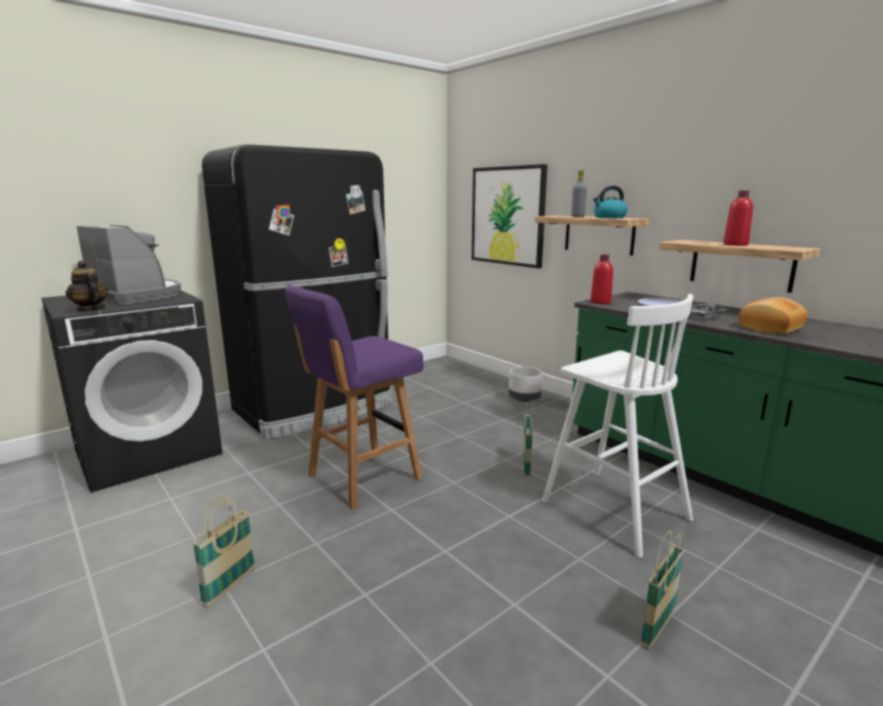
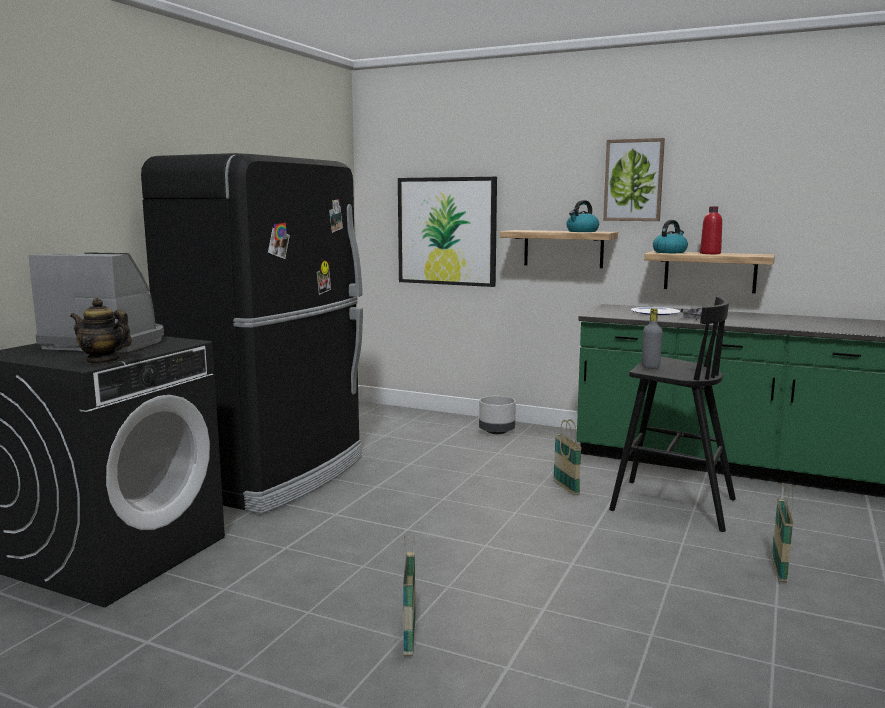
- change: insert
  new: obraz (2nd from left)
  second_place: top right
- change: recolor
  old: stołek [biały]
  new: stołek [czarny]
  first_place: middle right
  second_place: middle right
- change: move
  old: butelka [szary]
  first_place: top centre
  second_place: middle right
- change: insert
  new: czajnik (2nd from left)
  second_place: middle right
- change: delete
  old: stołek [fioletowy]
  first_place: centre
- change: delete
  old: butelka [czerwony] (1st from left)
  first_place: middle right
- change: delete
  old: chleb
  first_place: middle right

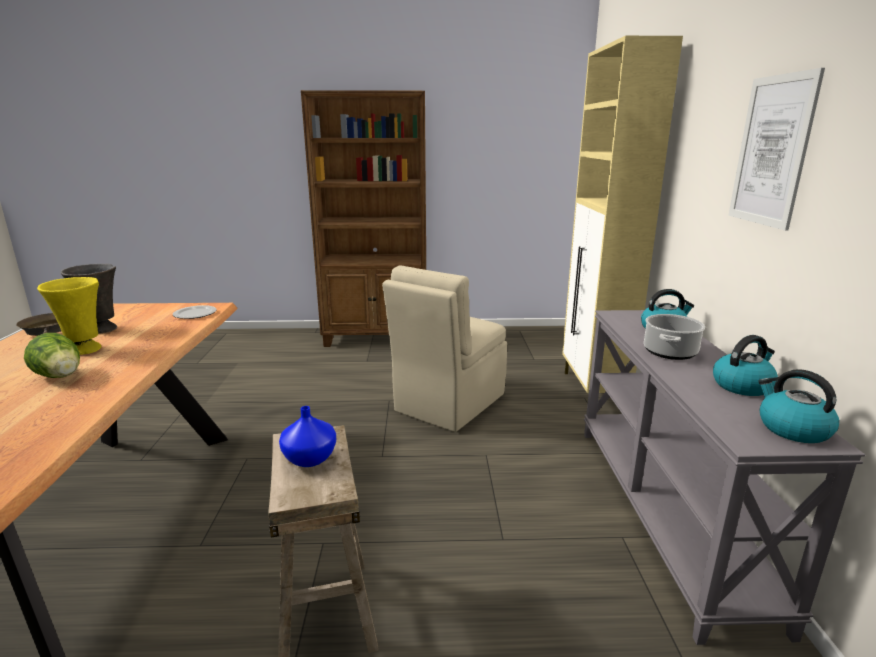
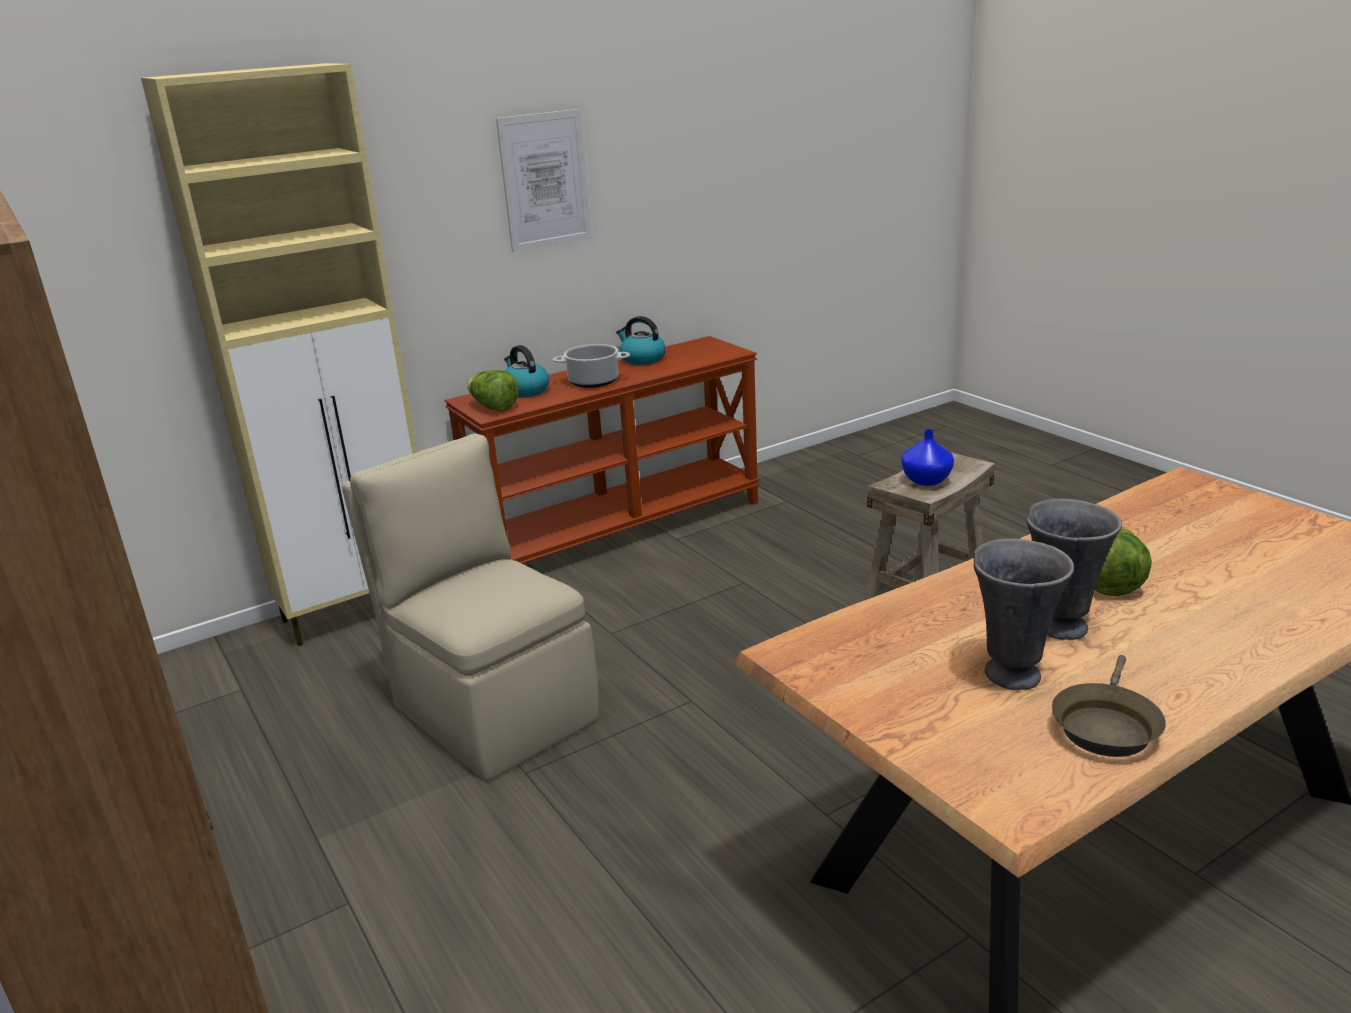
- change: rotate
  old: krzesło [beżowy]
  first_place: centre
  second_place: centre
  degrees: -135
- change: recolor
  old: stolik konsolowy [szary]
  new: stolik konsolowy [brązowy]
  first_place: bottom right
  second_place: centre
- change: insert
  new: sałata (1st from left)
  second_place: centre
- change: recolor
  old: wazon [żółty]
  new: wazon [szary] (2nd from left)
  first_place: middle left
  second_place: middle right
- change: delete
  old: talerz
  first_place: middle left
- change: delete
  old: czajnik (3rd from left)
  first_place: middle right

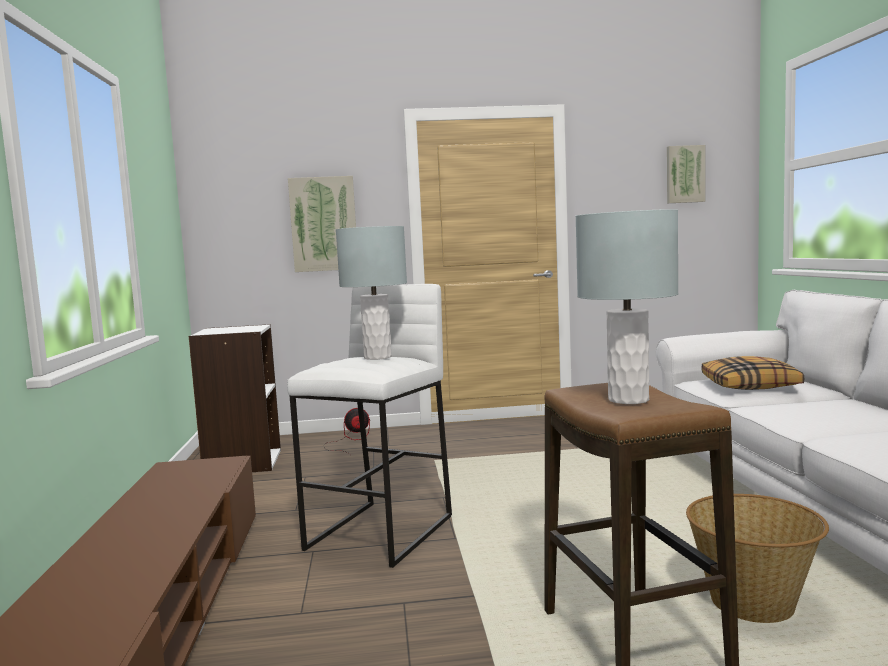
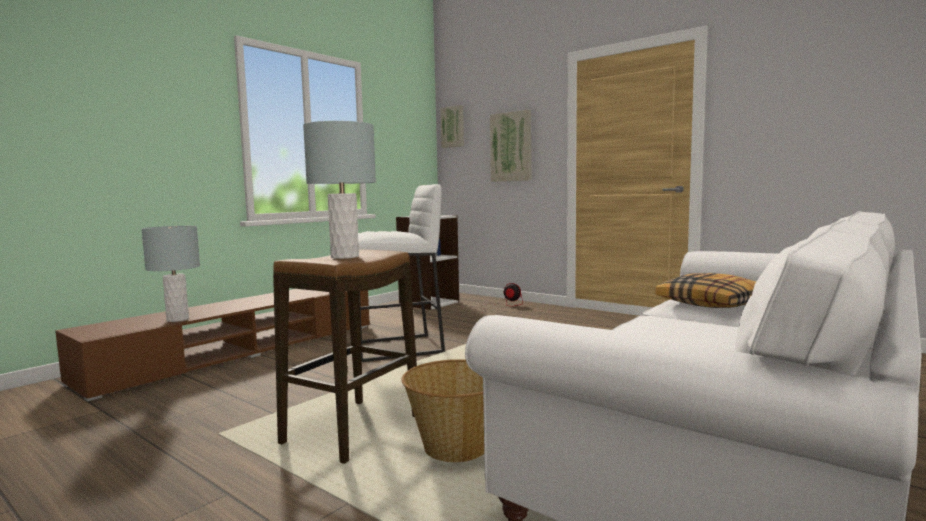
- change: move
  old: lampa stołowa [szary] (1st from left)
  first_place: centre
  second_place: middle left
- change: move
  old: obraz (2nd from left in the first image)
  new: obraz (1st from left)
  first_place: top right
  second_place: top centre

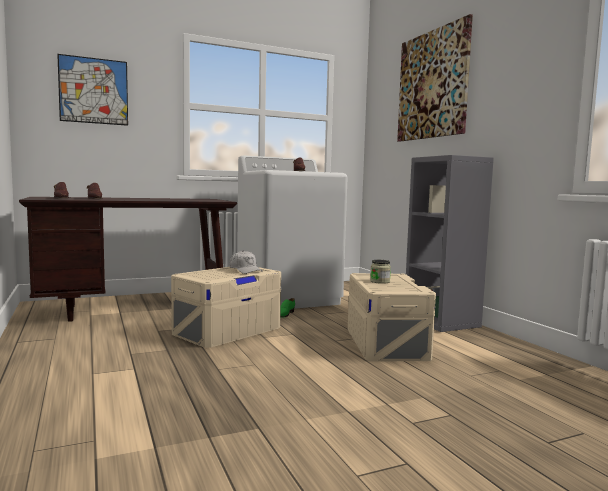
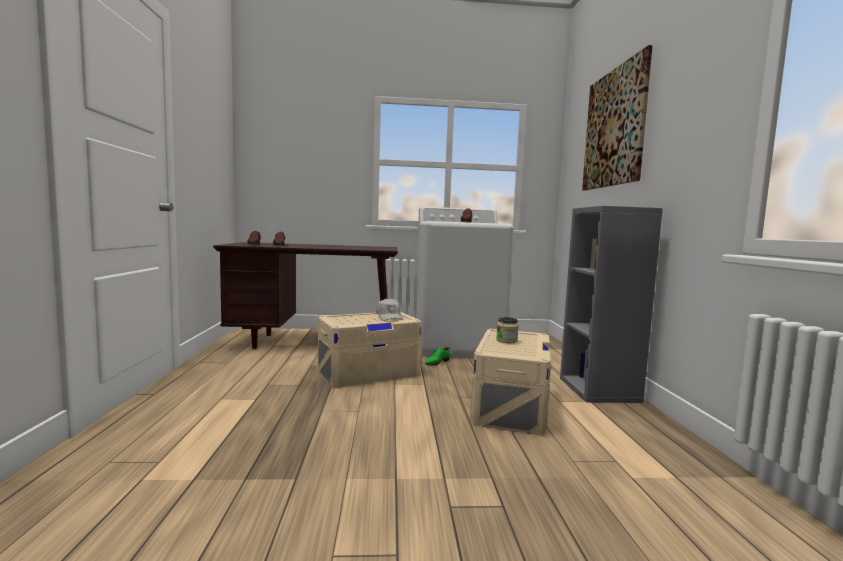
- change: delete
  old: obraz (1st from left)
  first_place: top left

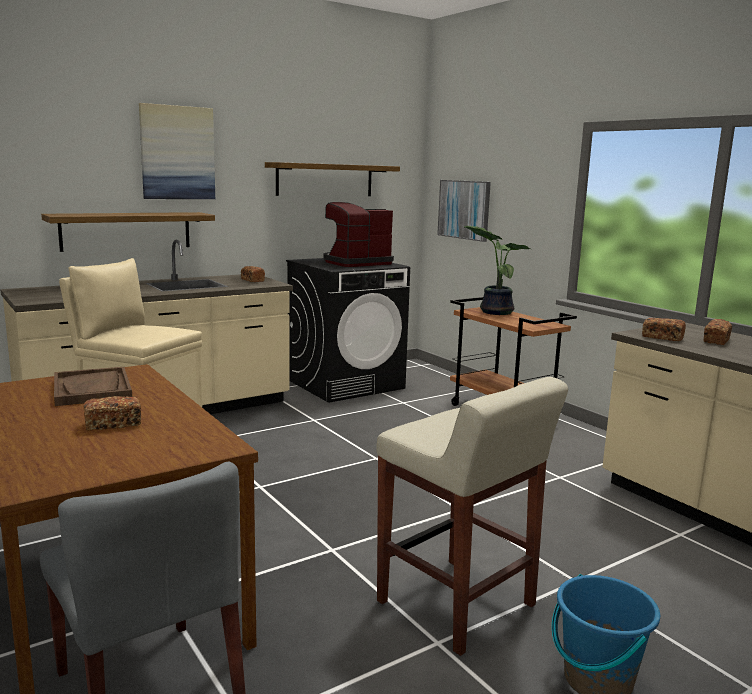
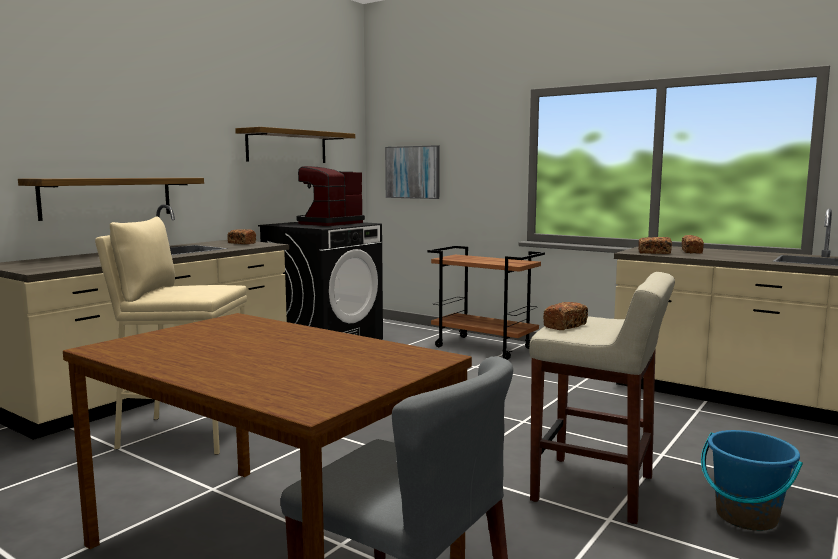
- change: move
  old: chleb (1st from left in the first image)
  new: chleb (2nd from left)
  first_place: middle left
  second_place: middle right
- change: delete
  old: taca [brązowy]
  first_place: middle left
- change: delete
  old: obraz (1st from left)
  first_place: top left
- change: delete
  old: roślina doniczkowa
  first_place: centre

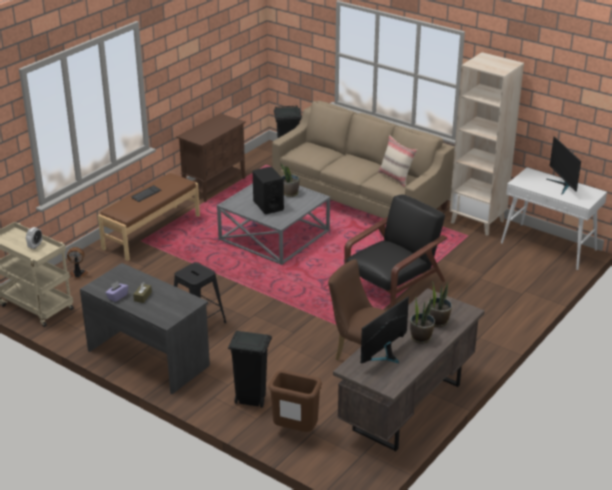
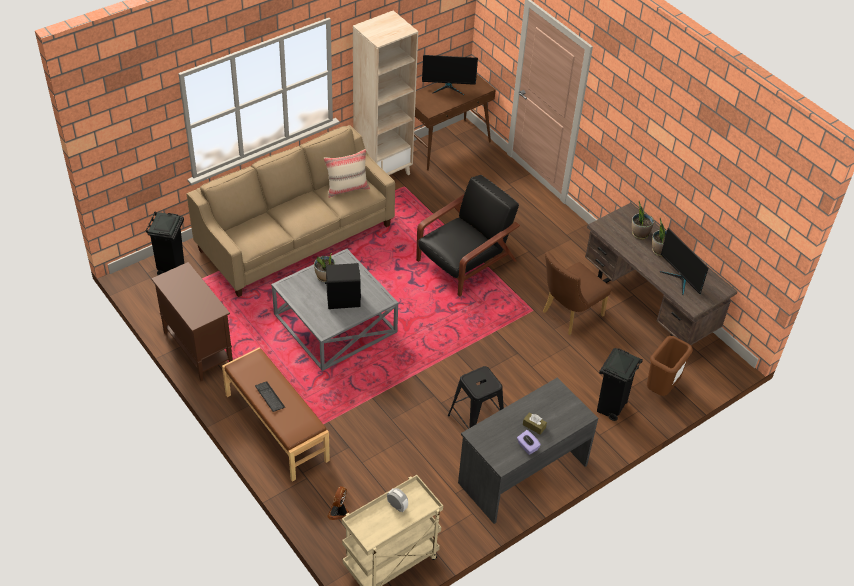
- change: recolor
  old: stolik konsolowy [biały]
  new: stolik konsolowy [brązowy]
  first_place: middle right
  second_place: top centre
- change: rotate
  old: fotel [czarny]
  first_place: centre
  second_place: centre
  degrees: 75

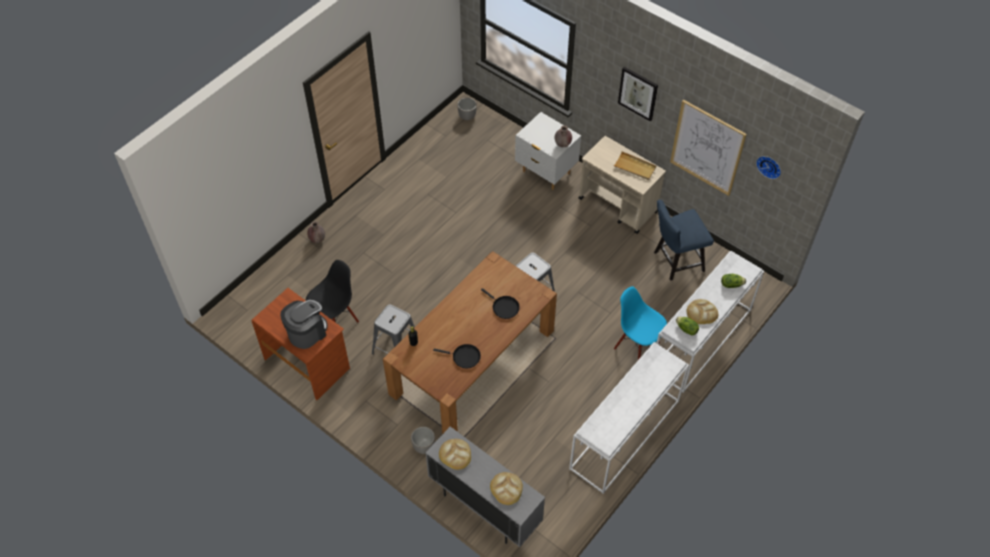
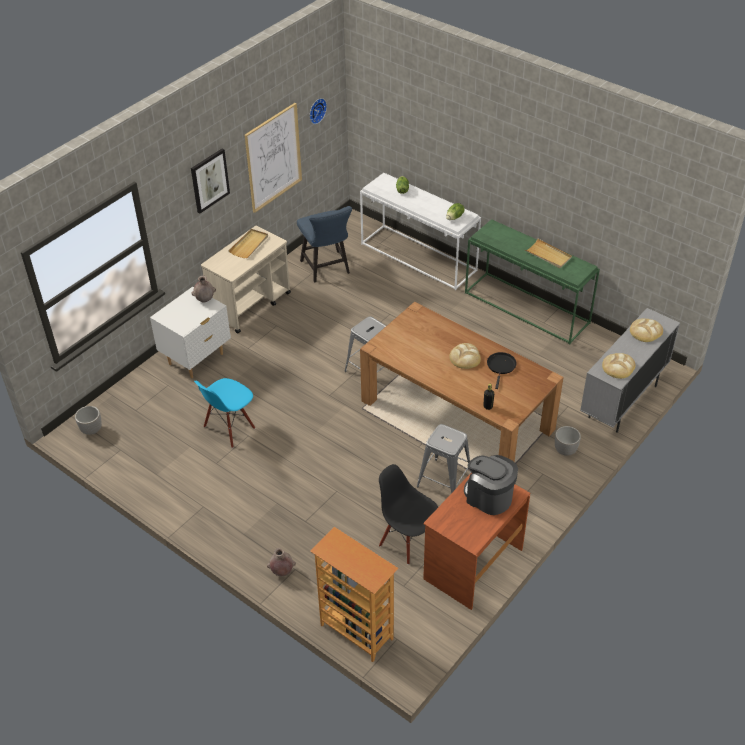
- change: move
  old: krzesło [niebieski] (1st from left)
  first_place: centre
  second_place: middle left
- change: insert
  new: regał
  second_place: bottom centre
- change: move
  old: chleb (3rd from left in the first image)
  new: chleb (1st from left)
  first_place: middle right
  second_place: centre
- change: recolor
  old: stolik konsolowy [biały] (1st from left)
  new: stolik konsolowy [zielony]
  first_place: bottom centre
  second_place: middle right
- change: insert
  new: taca [beżowy] (2nd from left)
  second_place: middle right
- change: delete
  old: patelnia [czarny] (2nd from left)
  first_place: centre

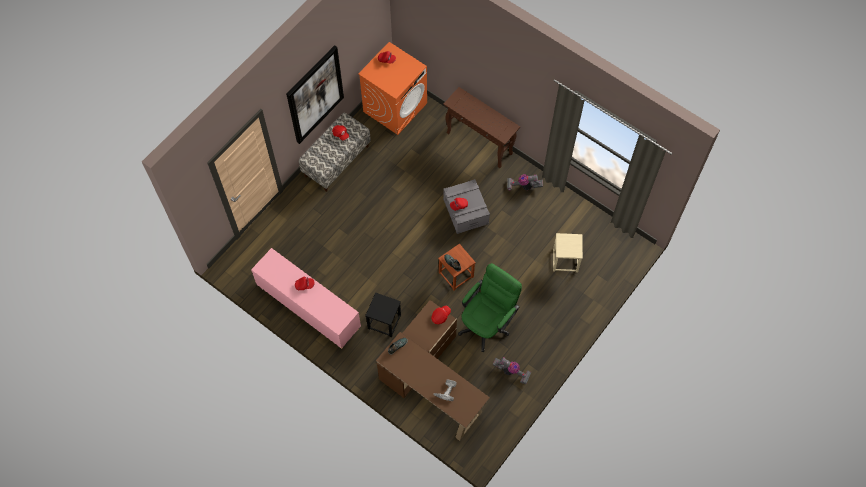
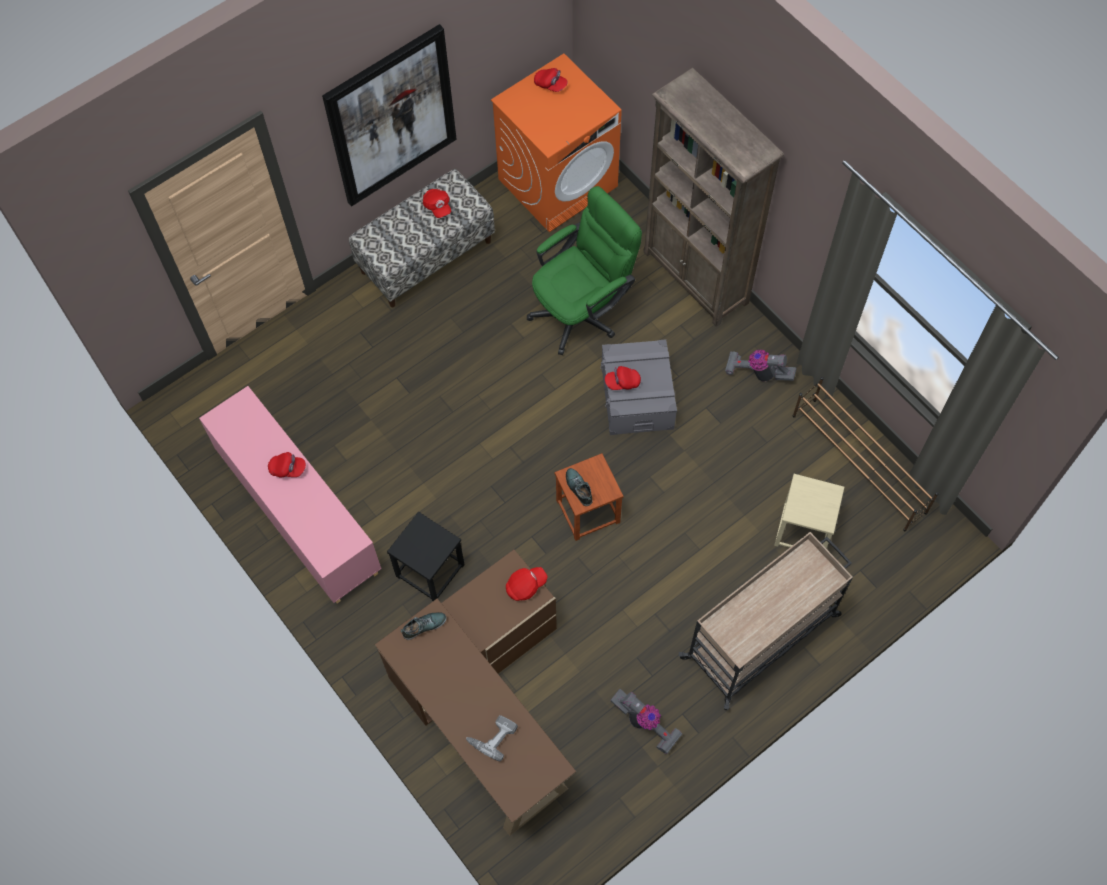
- change: move
  old: krzesło biurowe [zielony]
  first_place: centre
  second_place: top centre
- change: replace
  old: stolik konsolowy [brązowy]
  new: regał [brązowy]
  first_place: top centre
  second_place: top centre
- change: insert
  new: wózek [beżowy]
  second_place: bottom right
- change: insert
  new: regał na buty [brązowy]
  second_place: middle right

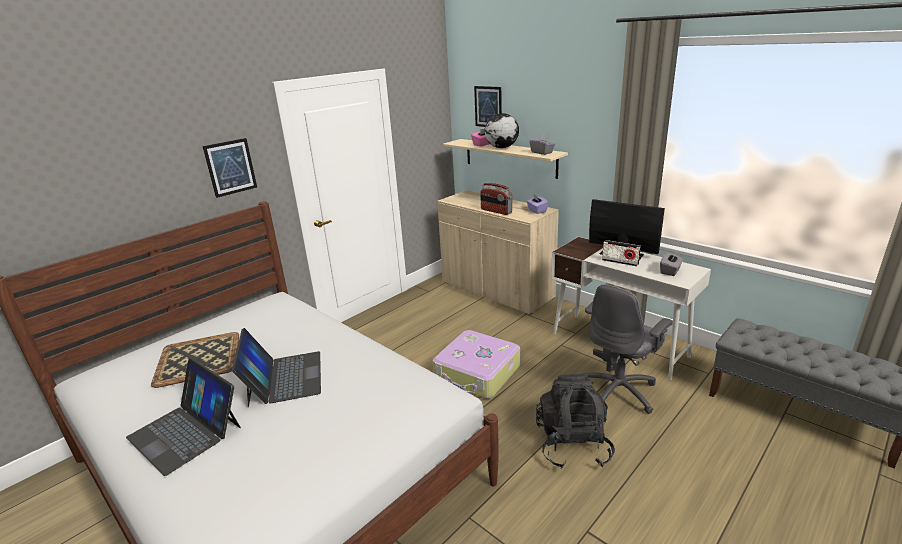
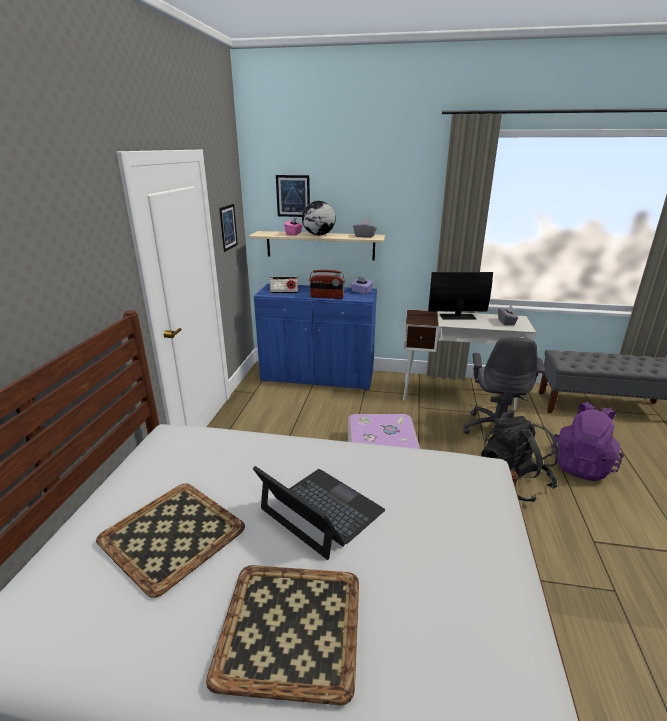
- change: replace
  old: laptop (1st from left)
  new: taca (2nd from left)
  first_place: bottom left
  second_place: bottom centre
- change: move
  old: obraz (1st from left)
  first_place: top left
  second_place: top centre
- change: recolor
  old: szafka [beżowy]
  new: szafka [niebieski]
  first_place: centre
  second_place: centre
- change: move
  old: radio (2nd from left in the first image)
  new: radio (1st from left)
  first_place: middle right
  second_place: centre
- change: insert
  new: plecak [fioletowy]
  second_place: middle right

